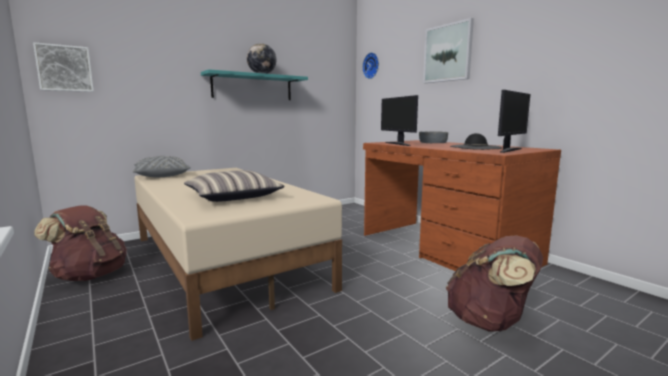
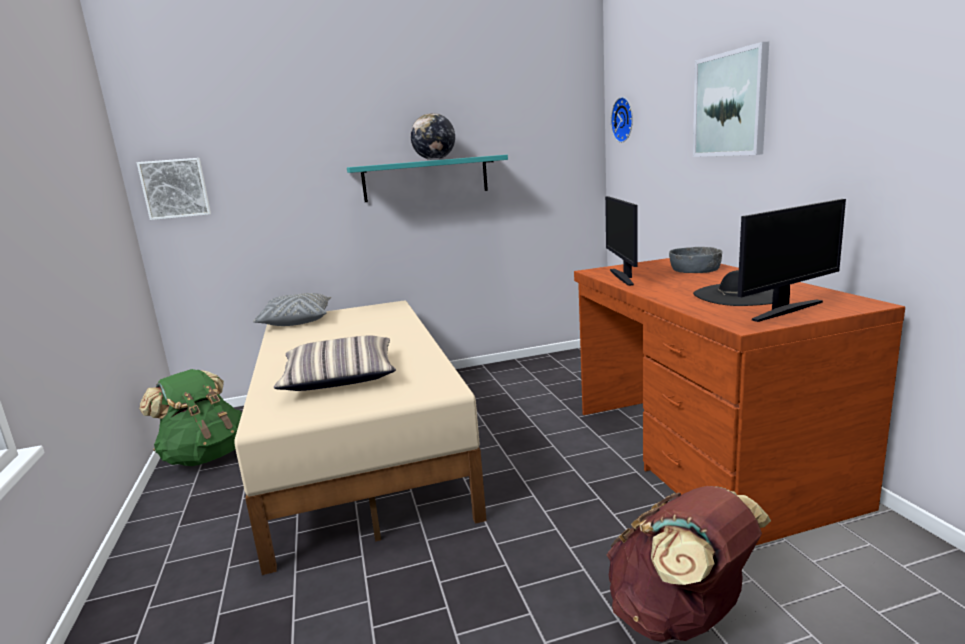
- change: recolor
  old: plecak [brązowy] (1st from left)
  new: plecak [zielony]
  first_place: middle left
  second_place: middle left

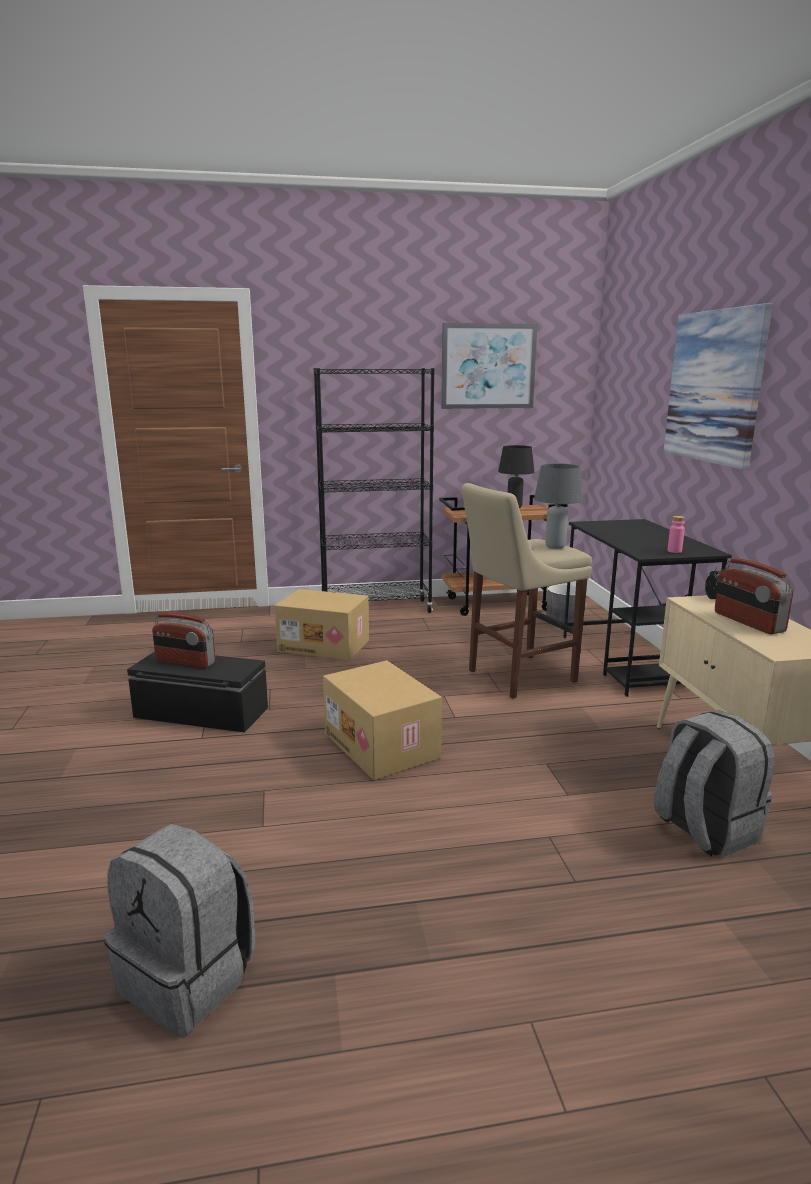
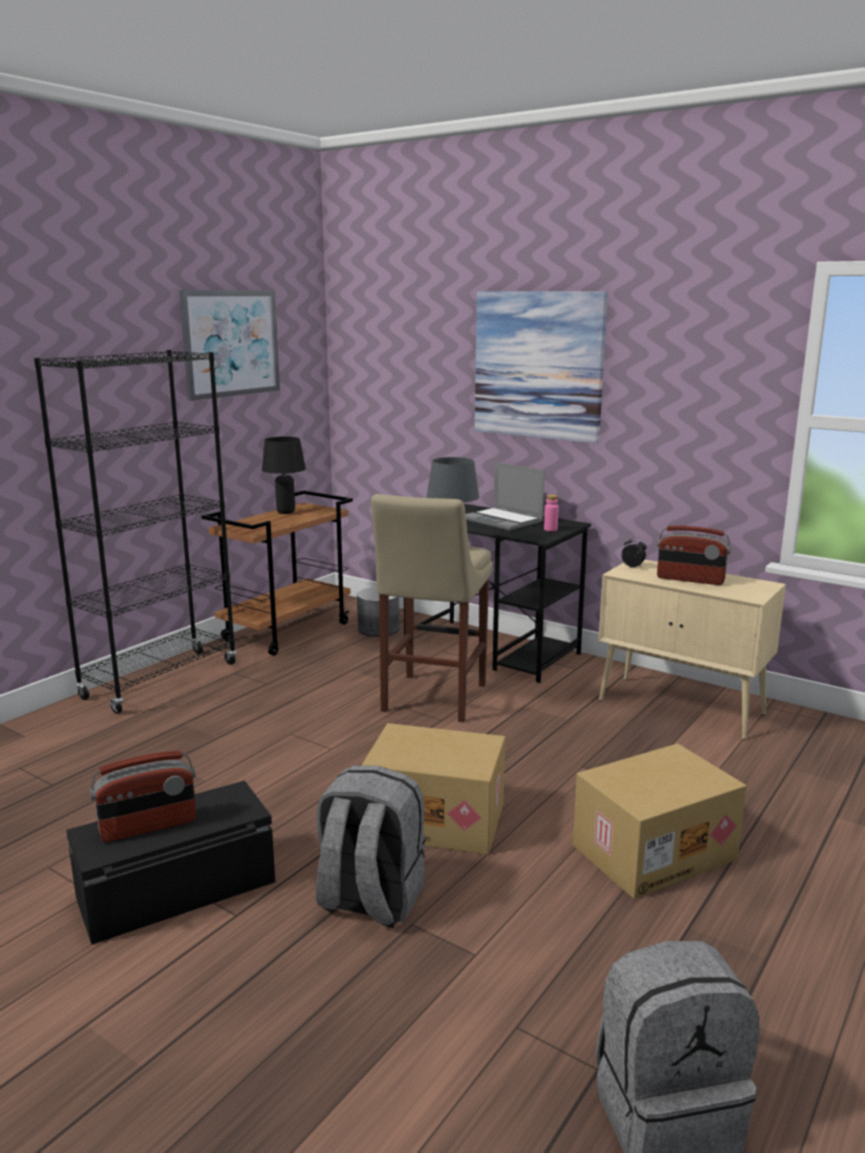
- change: move
  old: plecak [szary] (2nd from left in the first image)
  new: plecak [szary] (1st from left)
  first_place: middle right
  second_place: bottom centre
- change: insert
  new: laptop
  second_place: centre
- change: move
  old: karton (1st from left in the first image)
  new: karton (2nd from left)
  first_place: centre
  second_place: bottom right

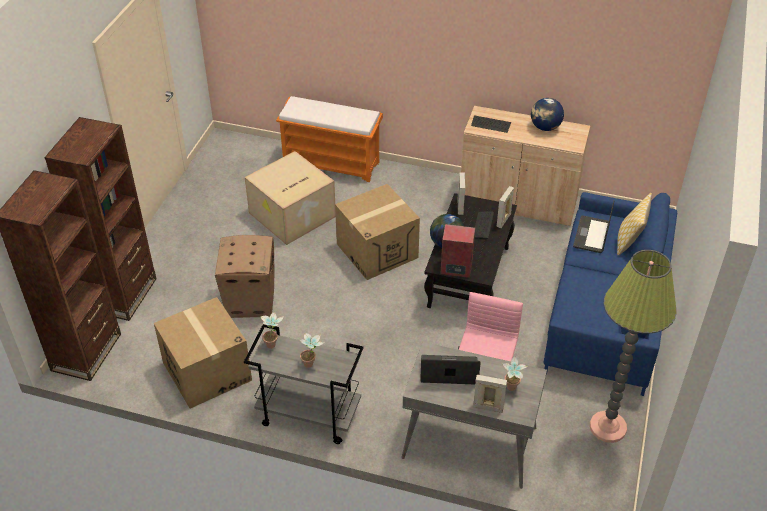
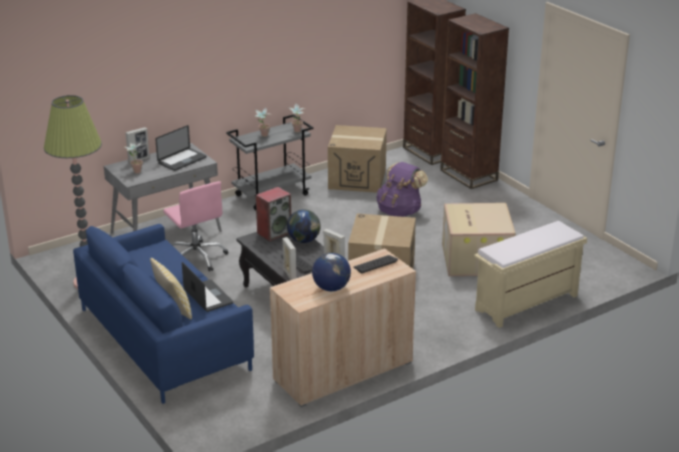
- change: replace
  old: karton (2nd from left)
  new: plecak [fioletowy]
  first_place: middle left
  second_place: centre
- change: recolor
  old: ławka [pomarańczowy]
  new: ławka [beżowy]
  first_place: top centre
  second_place: middle right

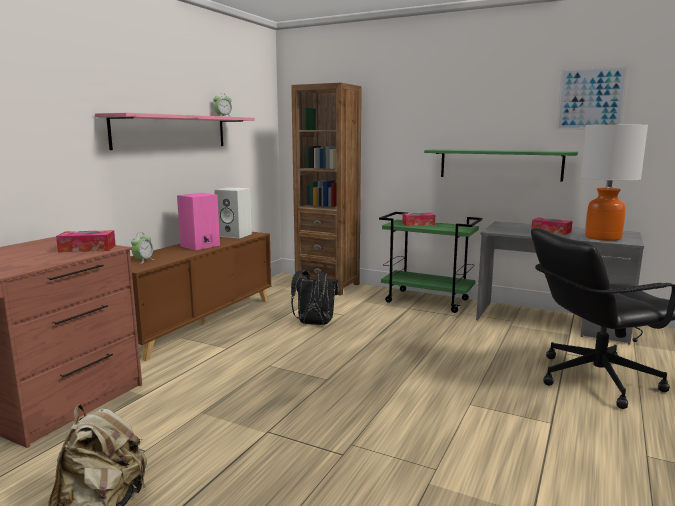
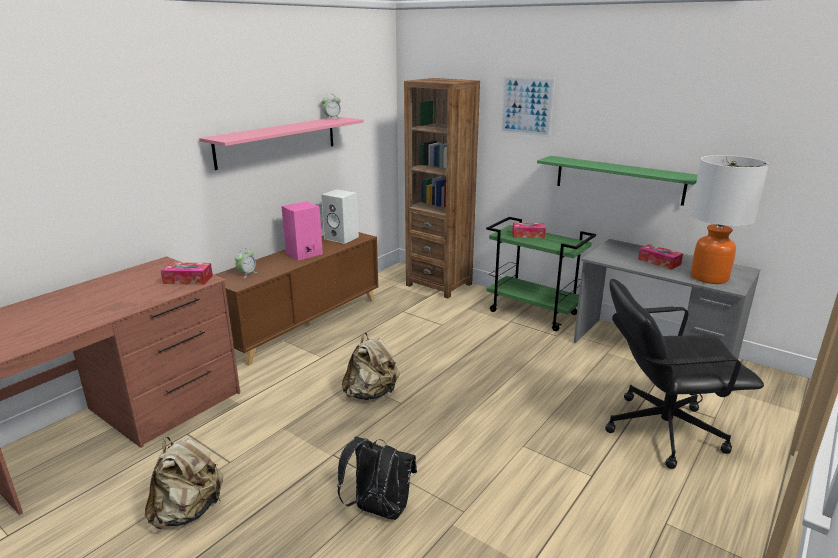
- change: move
  old: plecak [czarny]
  first_place: centre
  second_place: bottom centre
- change: insert
  new: plecak [beżowy] (2nd from left)
  second_place: centre
- change: move
  old: obraz
  first_place: top right
  second_place: top centre

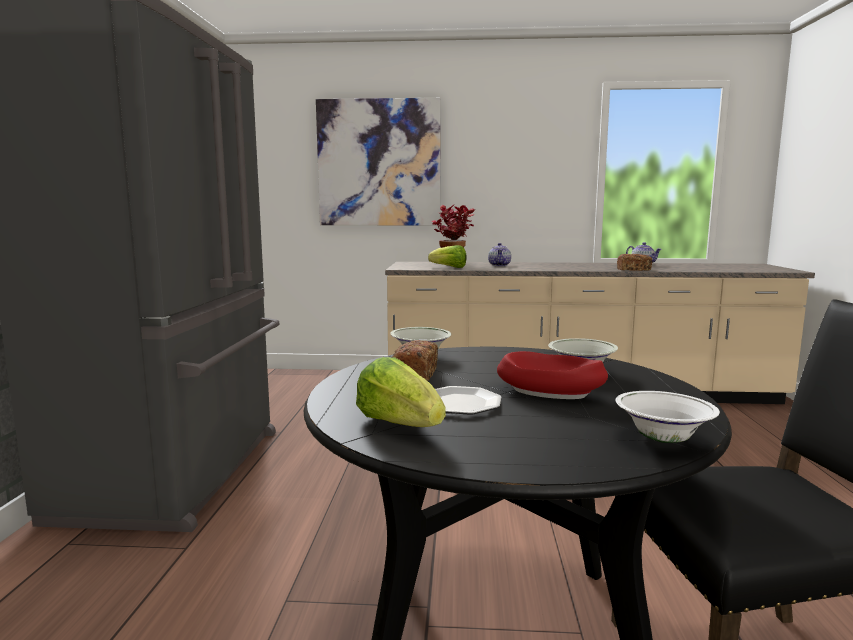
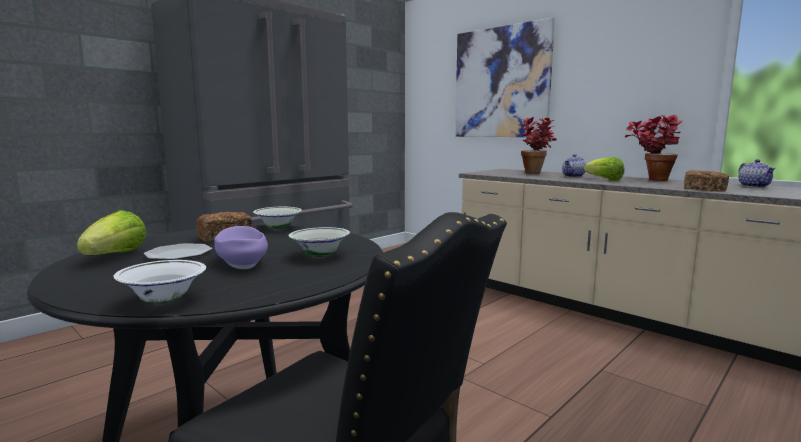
- change: recolor
  old: miska [czerwony]
  new: miska [fioletowy]
  first_place: centre
  second_place: middle left
- change: move
  old: sałata (2nd from left)
  first_place: centre
  second_place: middle right
- change: insert
  new: roślina doniczkowa (2nd from left)
  second_place: middle right

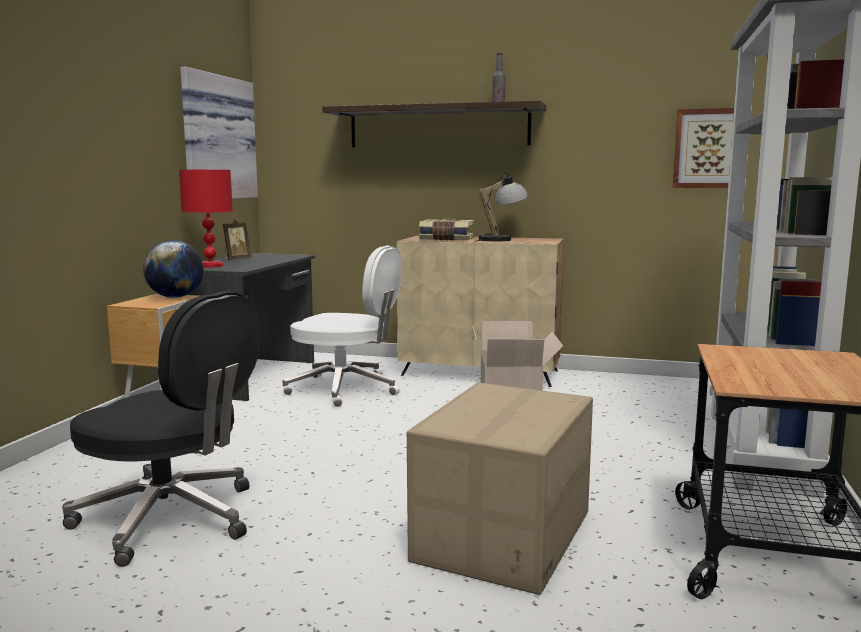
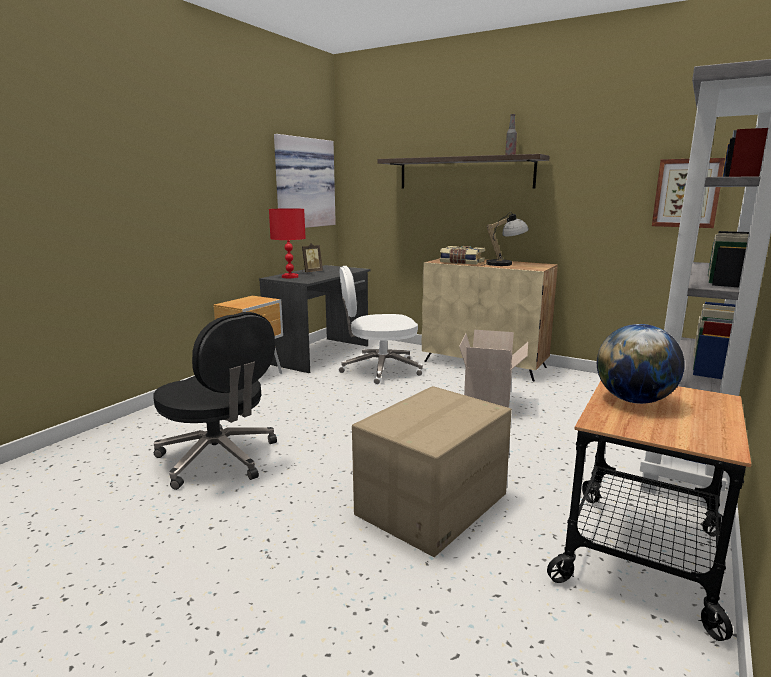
- change: rotate
  old: krzesło biurowe [biały]
  first_place: centre
  second_place: centre
  degrees: 135
- change: move
  old: globus
  first_place: middle left
  second_place: middle right

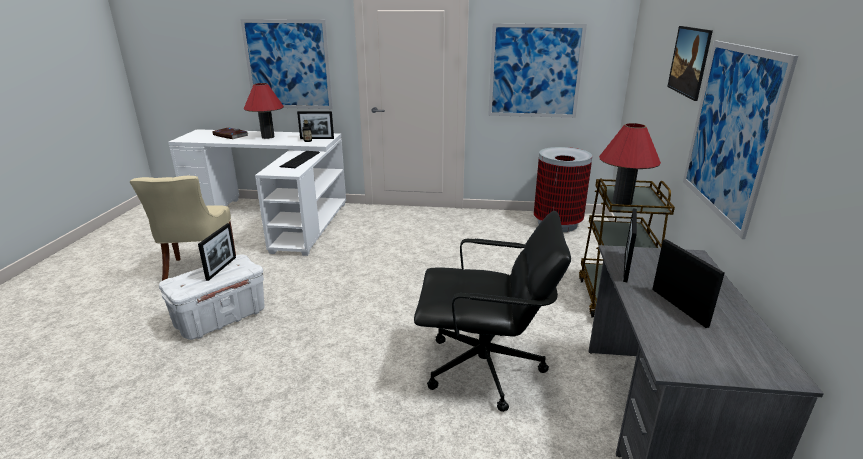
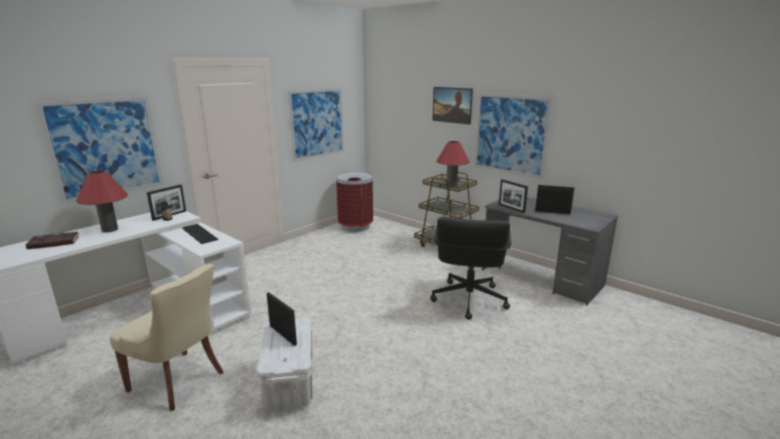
- change: rotate
  old: krzesło biurowe [czarny]
  first_place: bottom centre
  second_place: centre
  degrees: 150

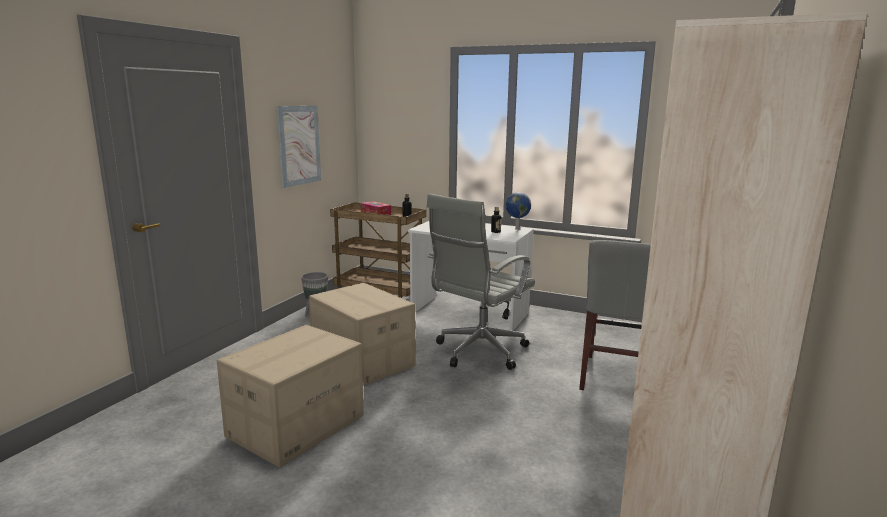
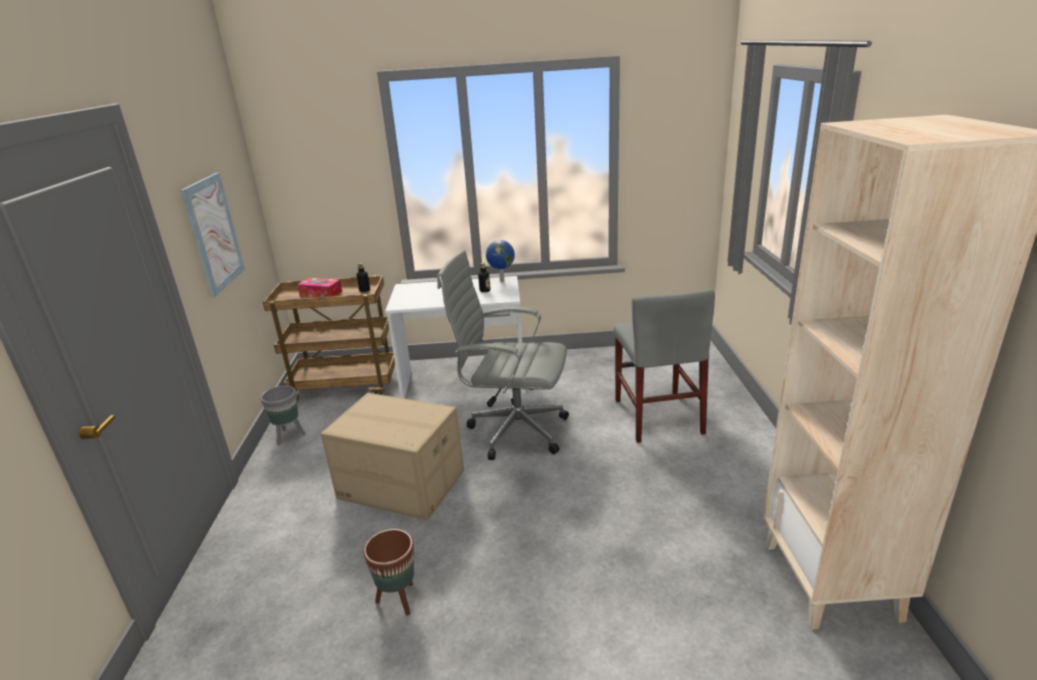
- change: replace
  old: karton (1st from left)
  new: donica [brązowy]
  first_place: bottom left
  second_place: bottom centre
- change: rotate
  old: krzesło biurowe [szary]
  first_place: centre
  second_place: centre
  degrees: 90

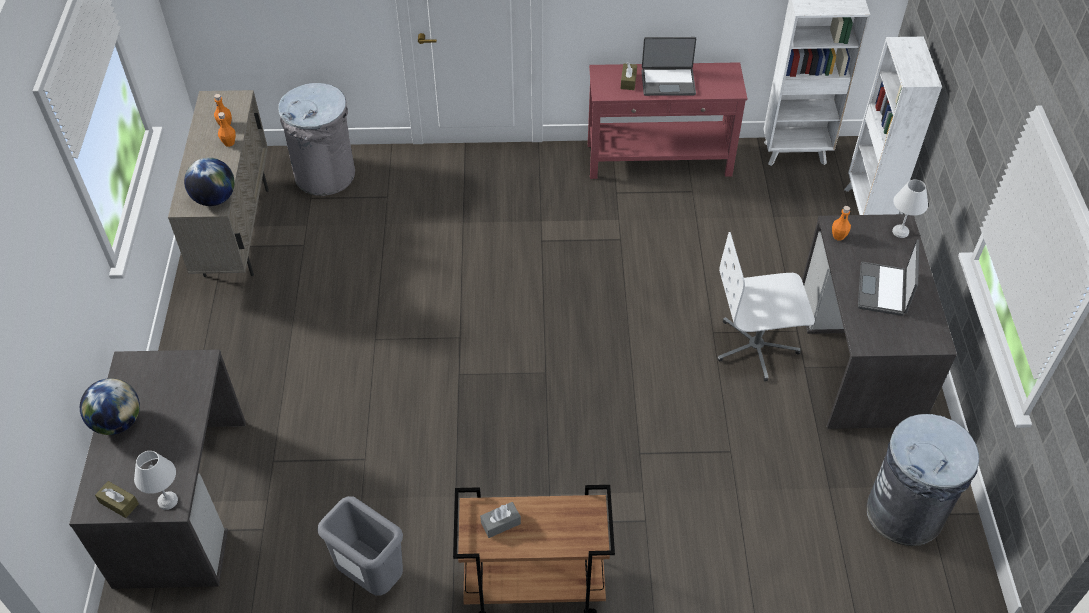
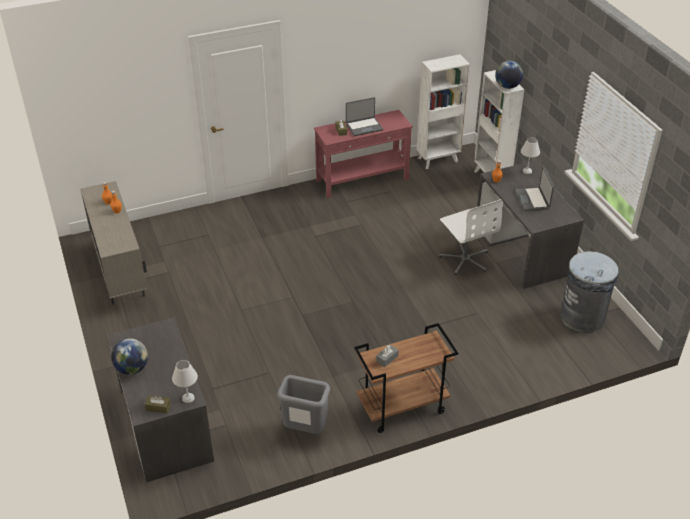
- change: rotate
  old: krzesło biurowe [biały]
  first_place: middle right
  second_place: middle right
  degrees: -90
- change: move
  old: globus (2nd from left)
  first_place: top left
  second_place: top right
- change: delete
  old: kosz na śmieci [szary] (1st from left)
  first_place: top left

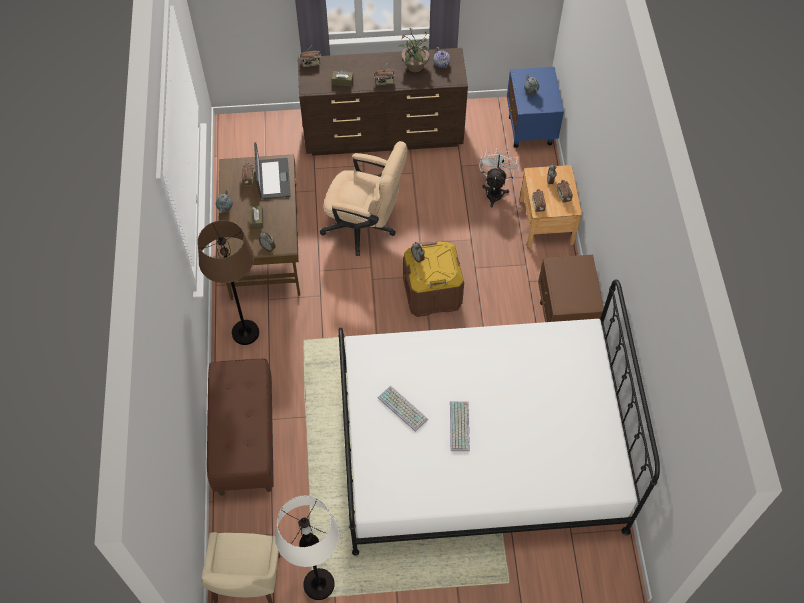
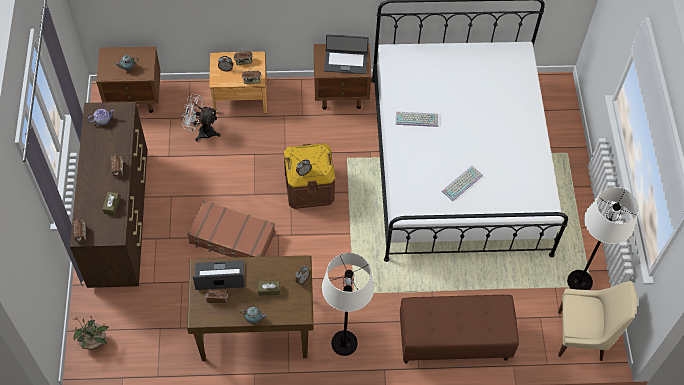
- change: move
  old: roślina doniczkowa
  first_place: top centre
  second_place: bottom left
- change: recolor
  old: szafka nocna [niebieski]
  new: szafka nocna [brązowy] (1st from left)
  first_place: top centre
  second_place: top left
- change: replace
  old: krzesło biurowe [beżowy]
  new: walizka [brązowy]
  first_place: top centre
  second_place: centre
- change: recolor
  old: lampa stojąca [brązowy]
  new: lampa stojąca [biały] (1st from left)
  first_place: middle left
  second_place: bottom centre
- change: insert
  new: laptop (2nd from left)
  second_place: top centre
- change: move
  old: klawiatura (2nd from left in the first image)
  new: klawiatura (1st from left)
  first_place: bottom centre
  second_place: top centre

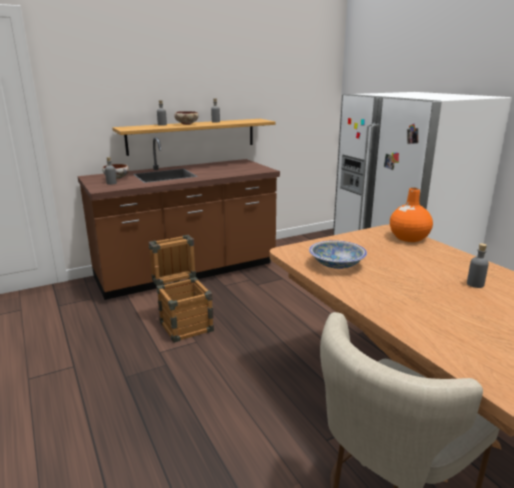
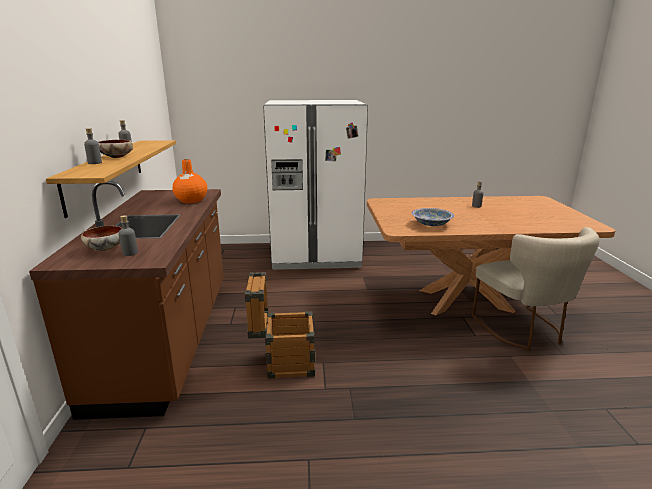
- change: move
  old: wazon [pomarańczowy]
  first_place: middle right
  second_place: middle left

